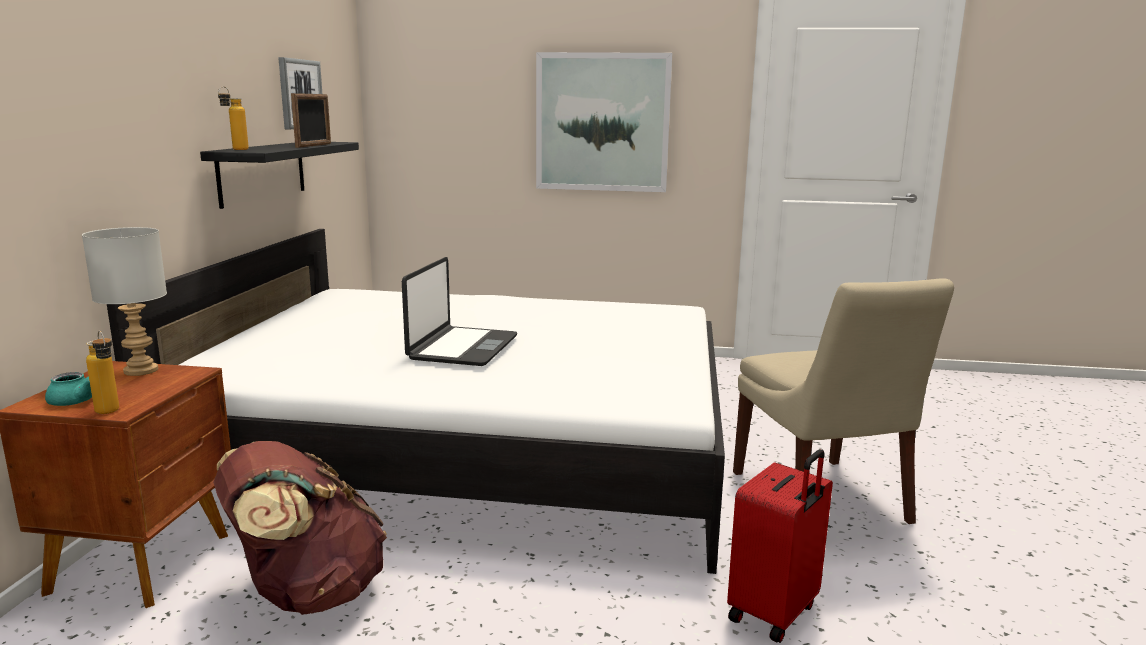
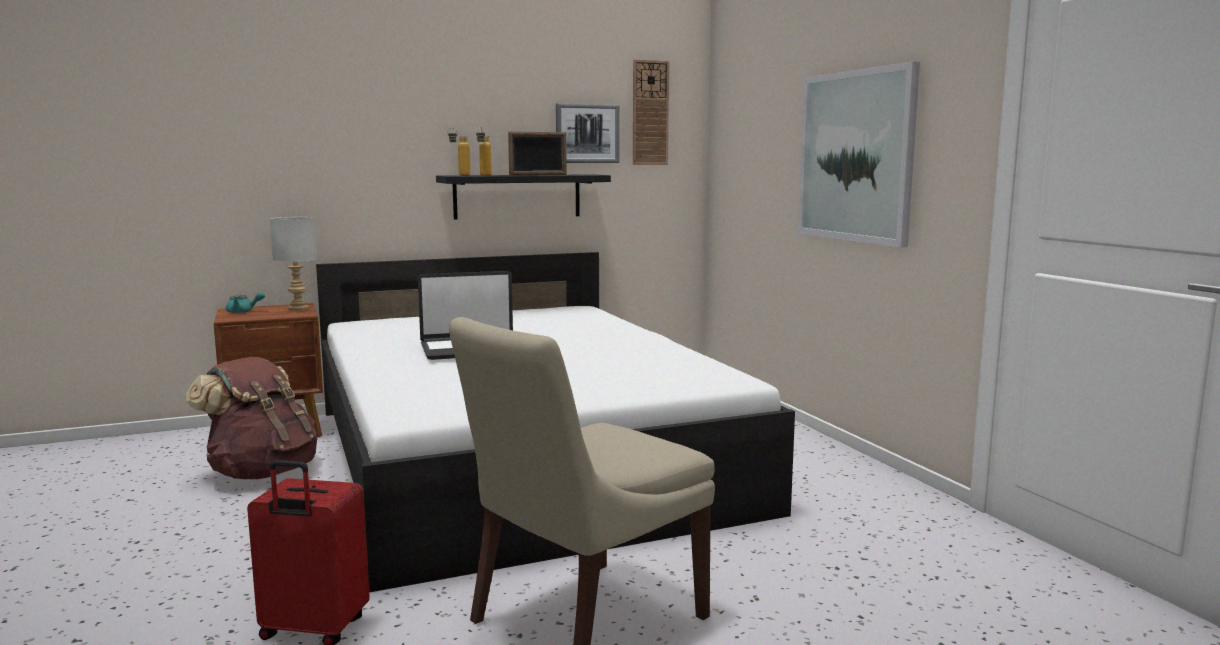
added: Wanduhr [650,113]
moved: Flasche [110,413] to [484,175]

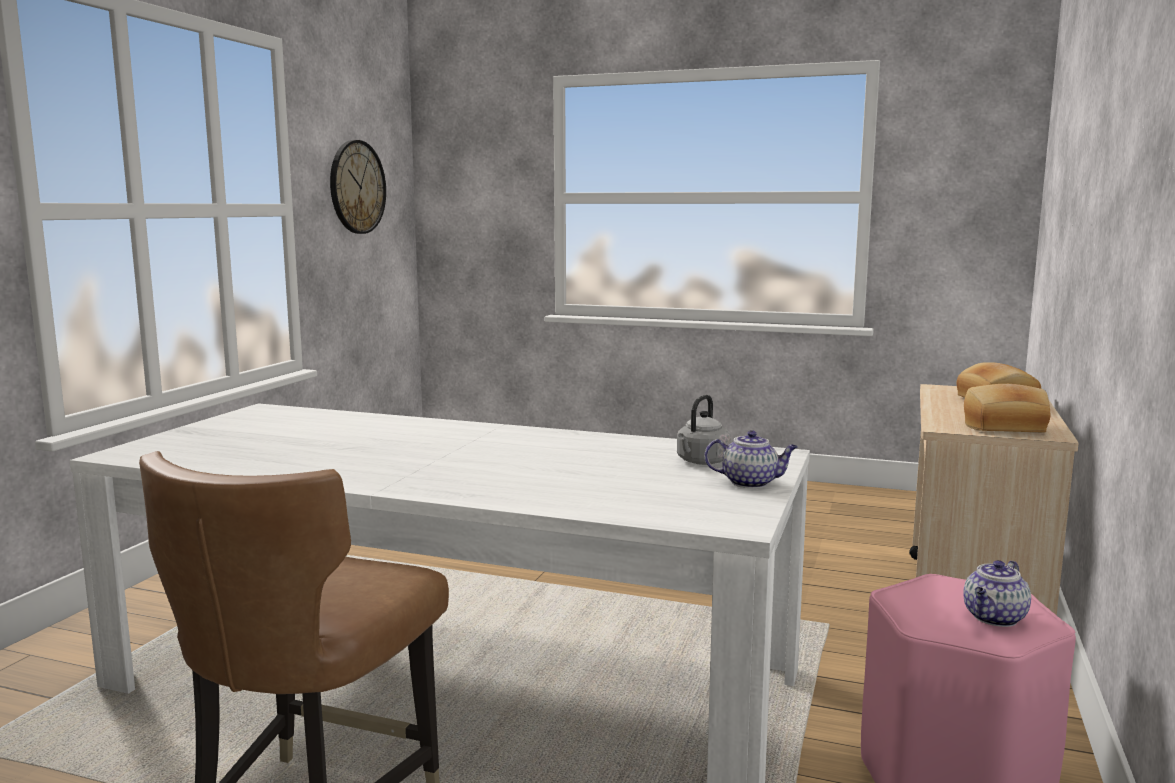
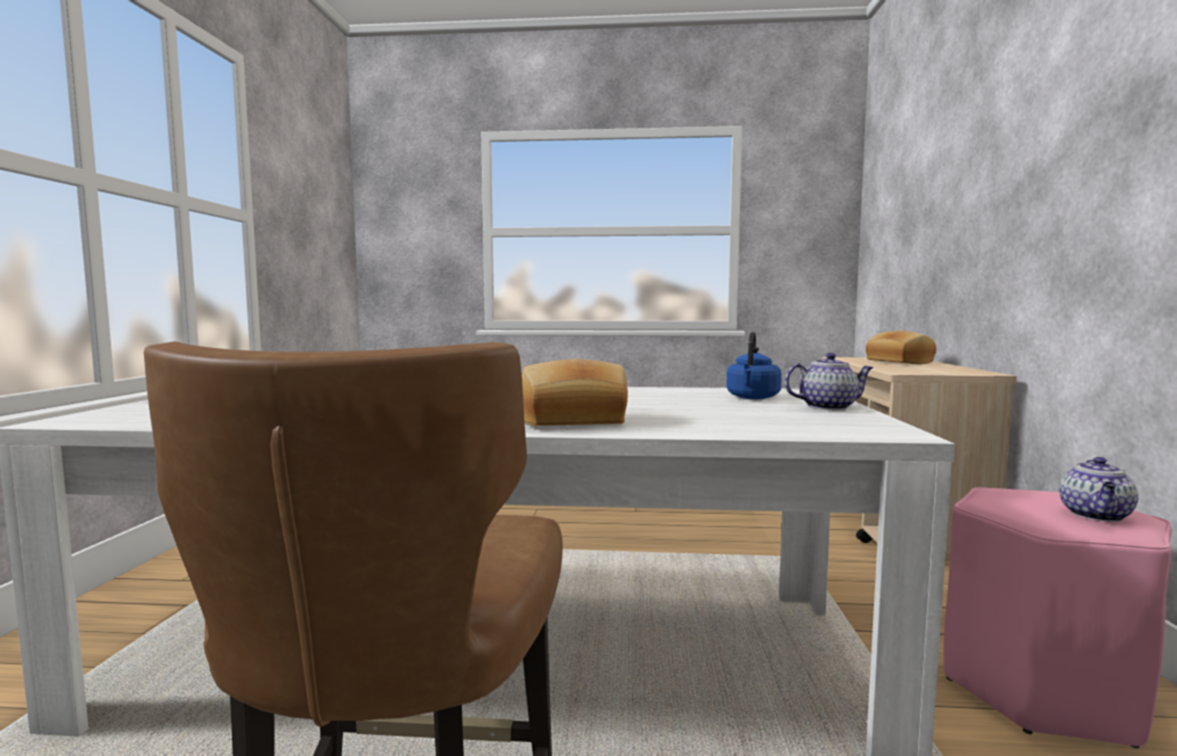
removed: Wanduhr [357,187]
moved: Brot [1004,427] to [574,421]
recoloured: Wasserkessel (grau) [701,462] to Wasserkessel (blau) [752,398]

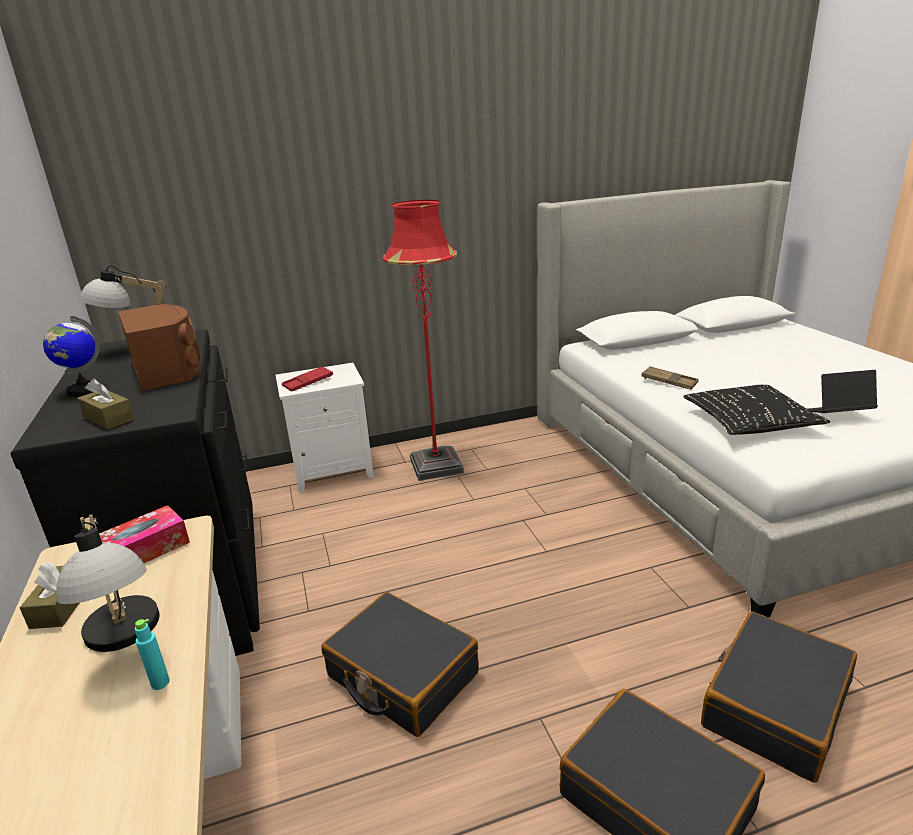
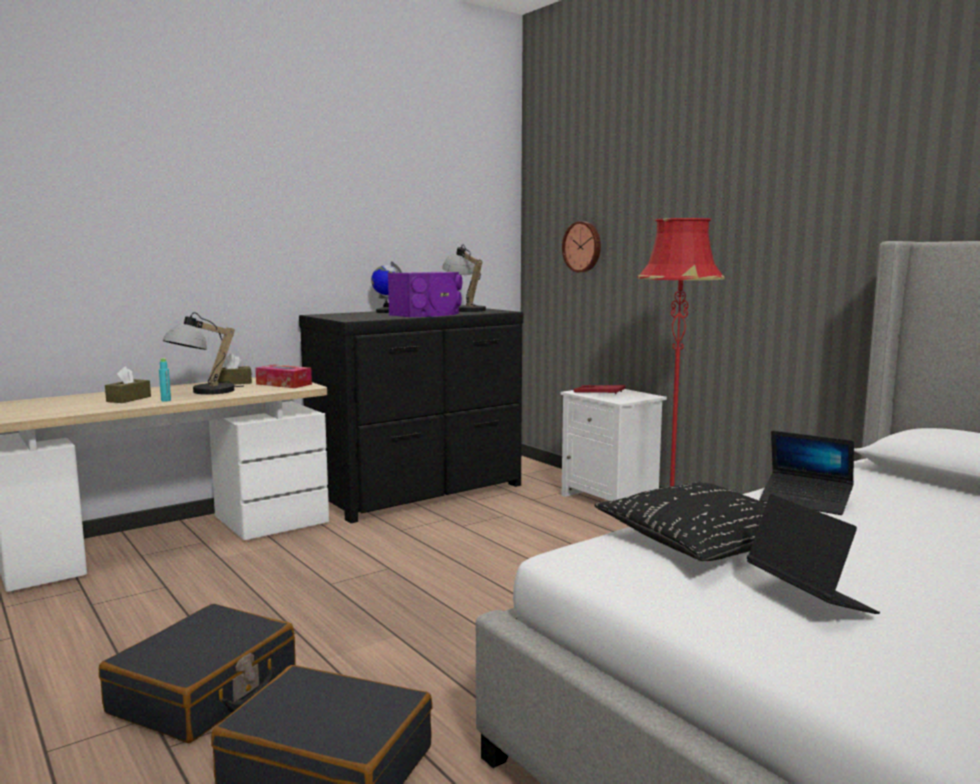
removed: Koffer (schwarz) [402,675]
added: Wanduhr [583,247]
moved: Taschentuchbox (braun) [109,418] to [129,399]
replaced: Tablett (braun) [669,382] to Laptop [805,501]
recoloured: Lautsprecher (braun) [168,370] to Lautsprecher (lila) [428,314]

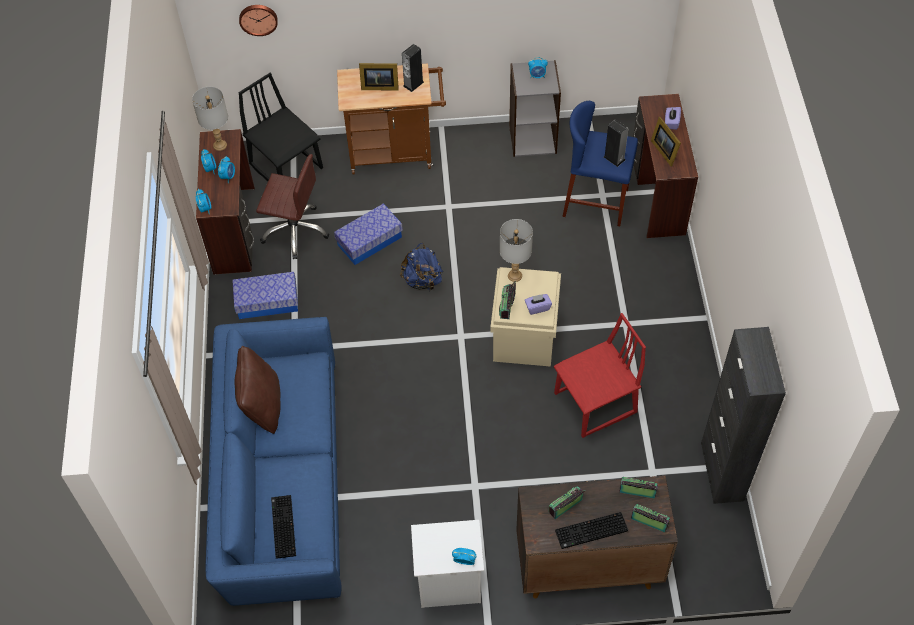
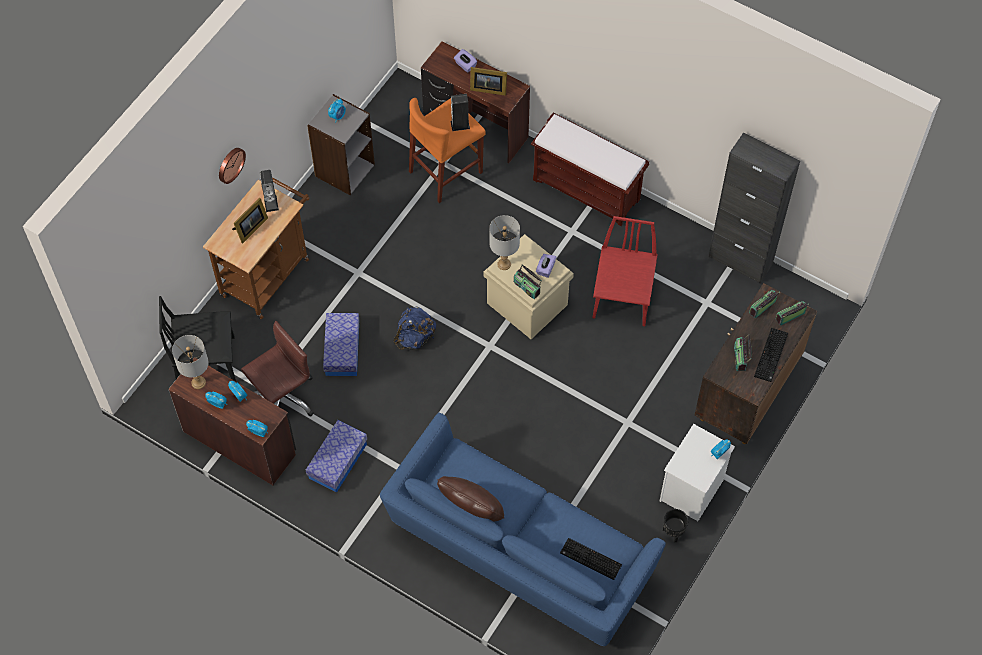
added: Bank (braun) [587,189]; Pflanzkübel (schwarz) [673,532]
moved: Wanduhr [258,18] to [230,164]
recoloured: Hocker (blau) [595,202] to Hocker (orange) [446,172]

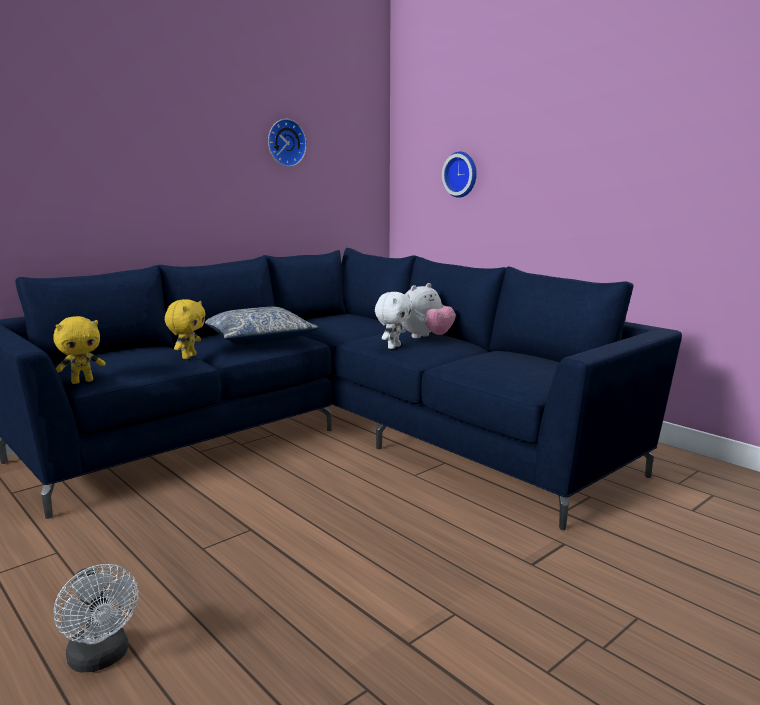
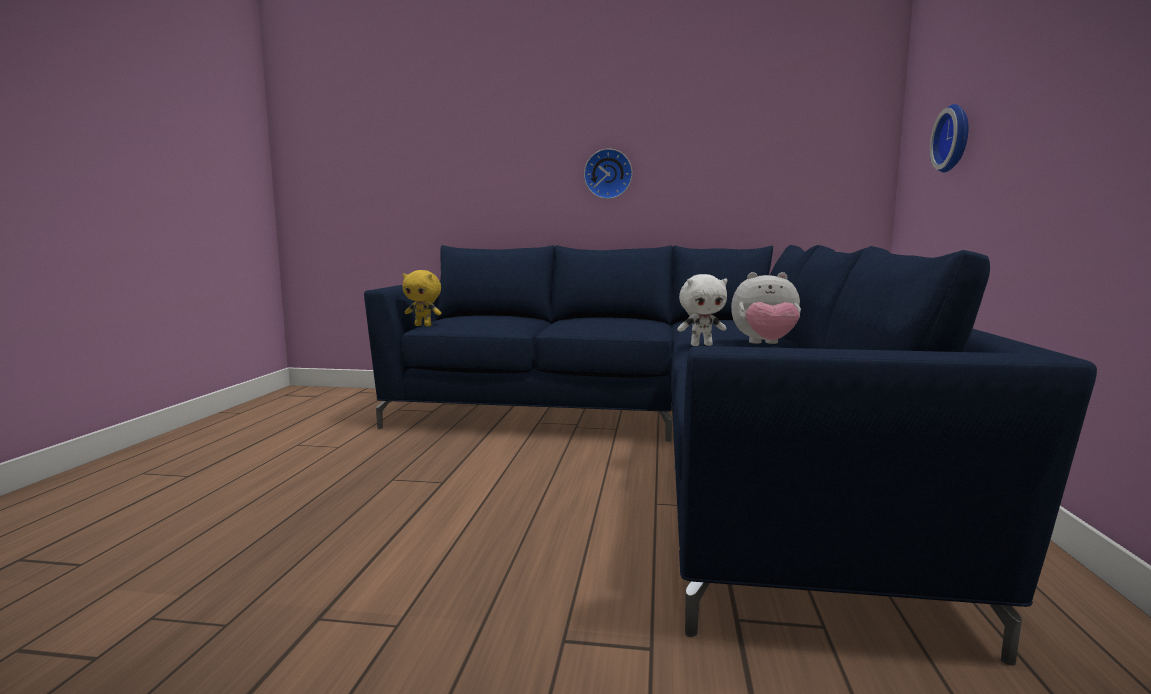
removed: Ventilator (weiß) [101,659]; Plüschtier (gelb) [188,357]; Kissen [259,338]
moved: Wanduhr [285,143] to [608,174]

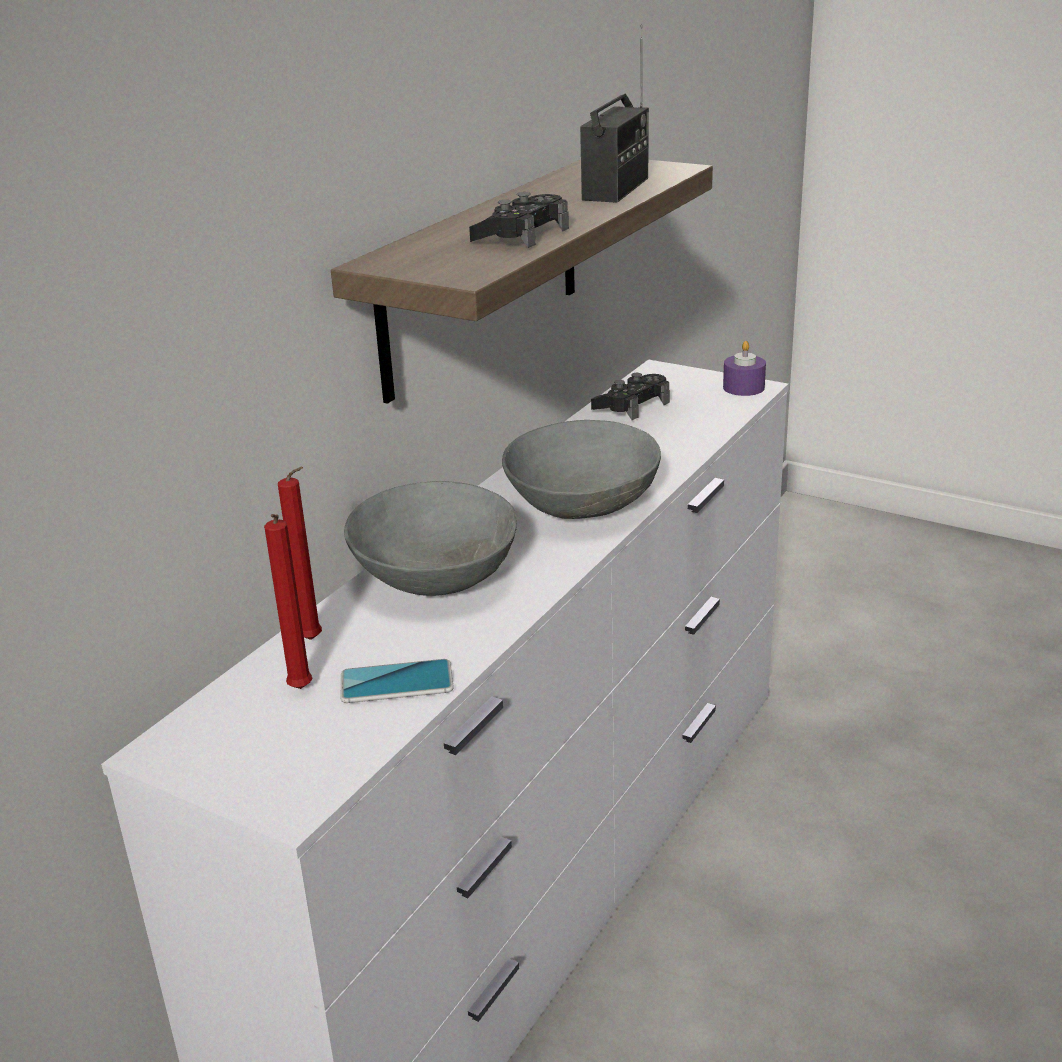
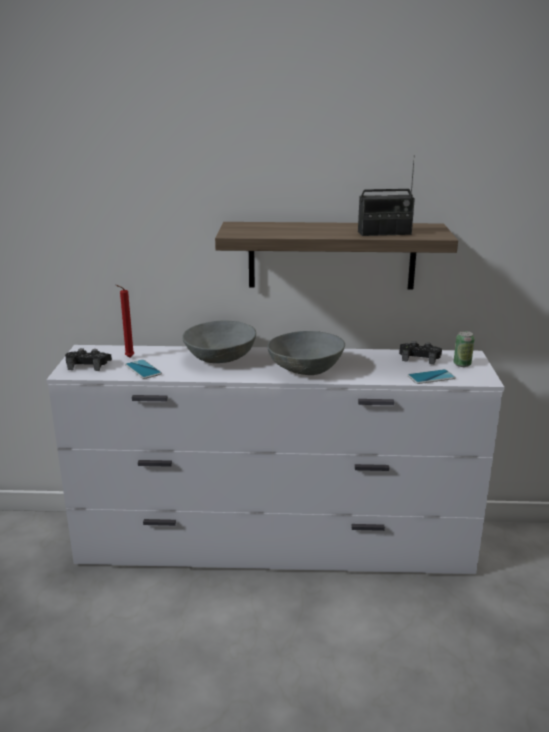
removed: Kerze (rot) [314,641]; Kerze (lila) [743,387]
added: Handy [431,377]; Dose [462,364]
moved: Gamepad (schwarz) [521,235] to [88,365]

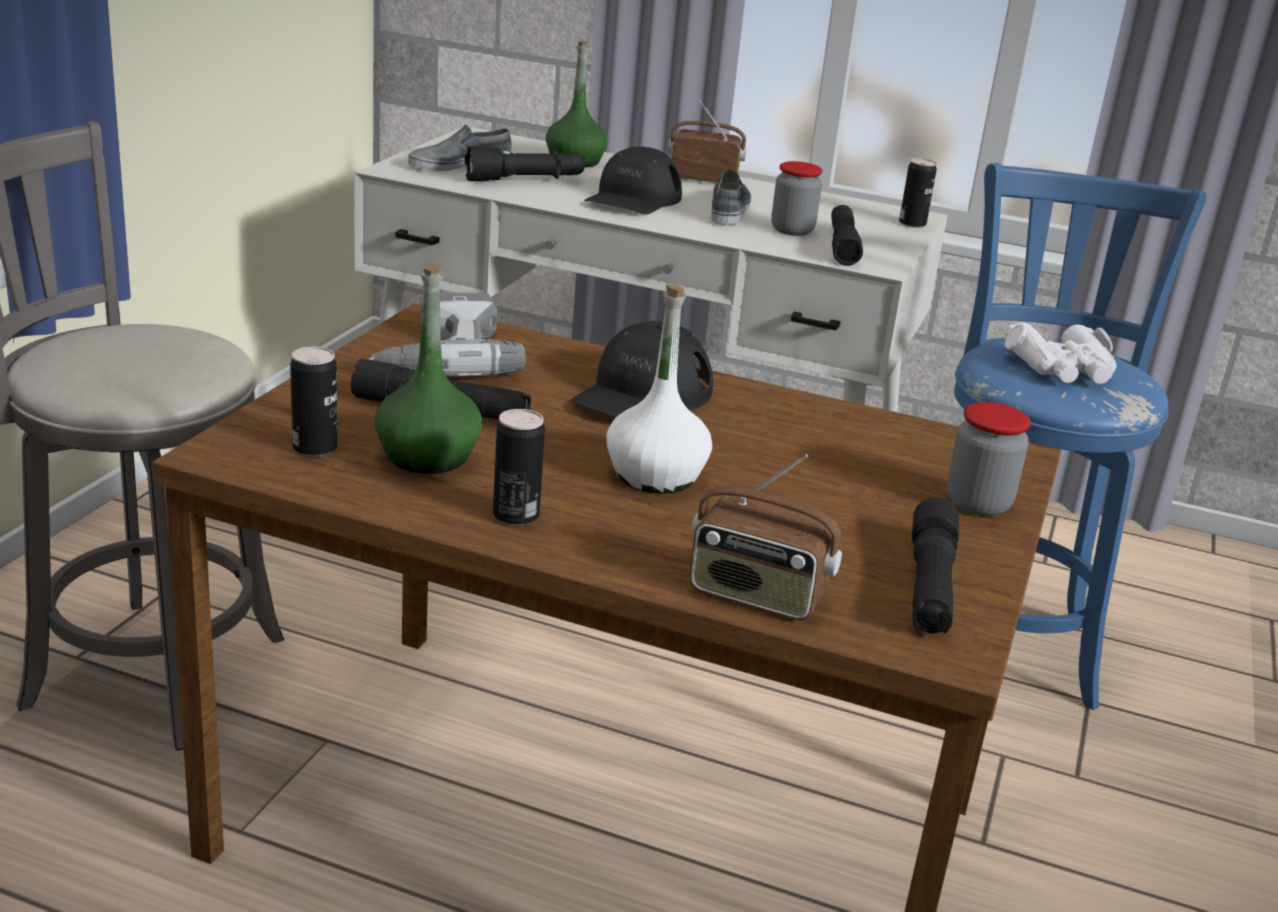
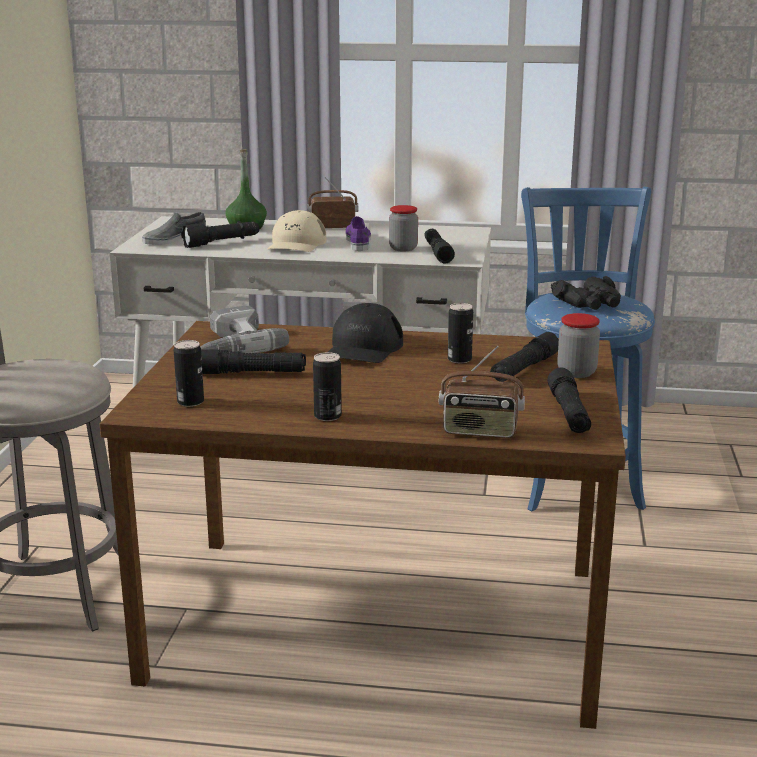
removed: Flasche (grün) [427,457]; Flasche (weiß) [656,475]
added: Taschenlampe (schwarz) [524,369]
moved: Dose [912,224] to [459,359]
recoloured: Kappe (schwarz) [633,199] to Kappe (beige) [296,244]; Schuh (grau) [728,210] to Schuh (lila) [358,242]; Fernglas (weiß) [1062,369] to Fernglas (schwarz) [589,303]

